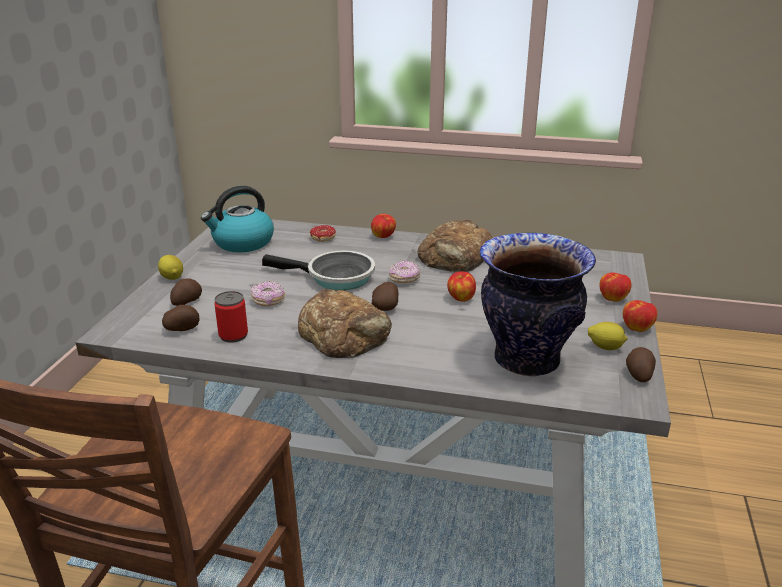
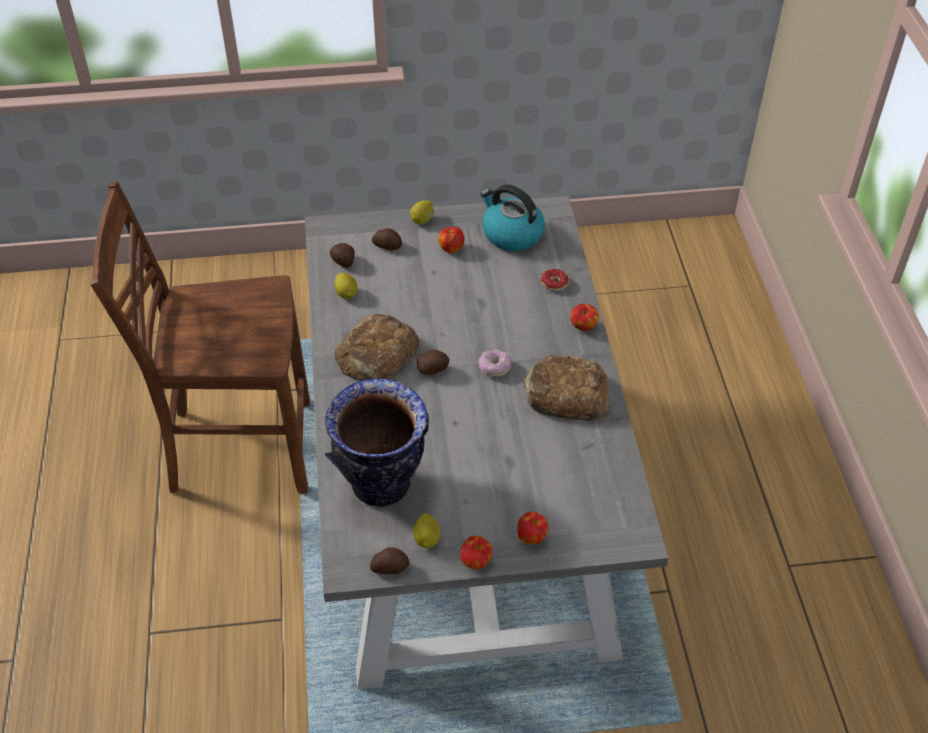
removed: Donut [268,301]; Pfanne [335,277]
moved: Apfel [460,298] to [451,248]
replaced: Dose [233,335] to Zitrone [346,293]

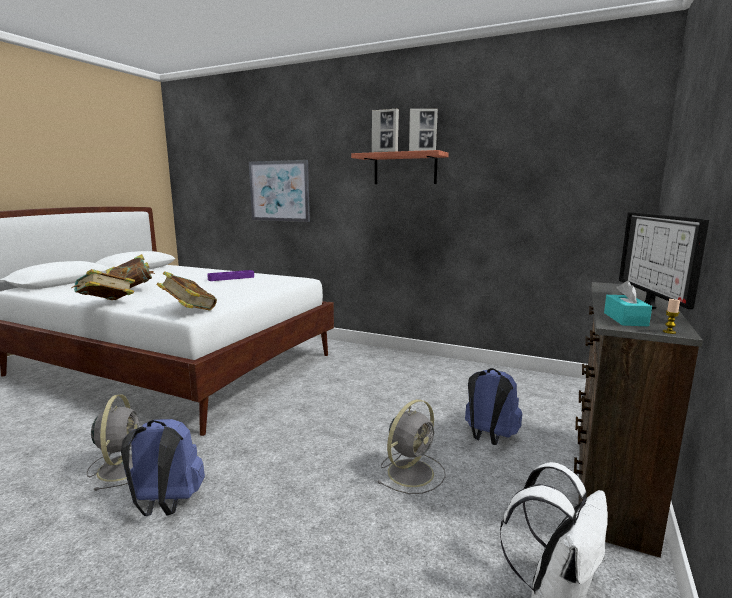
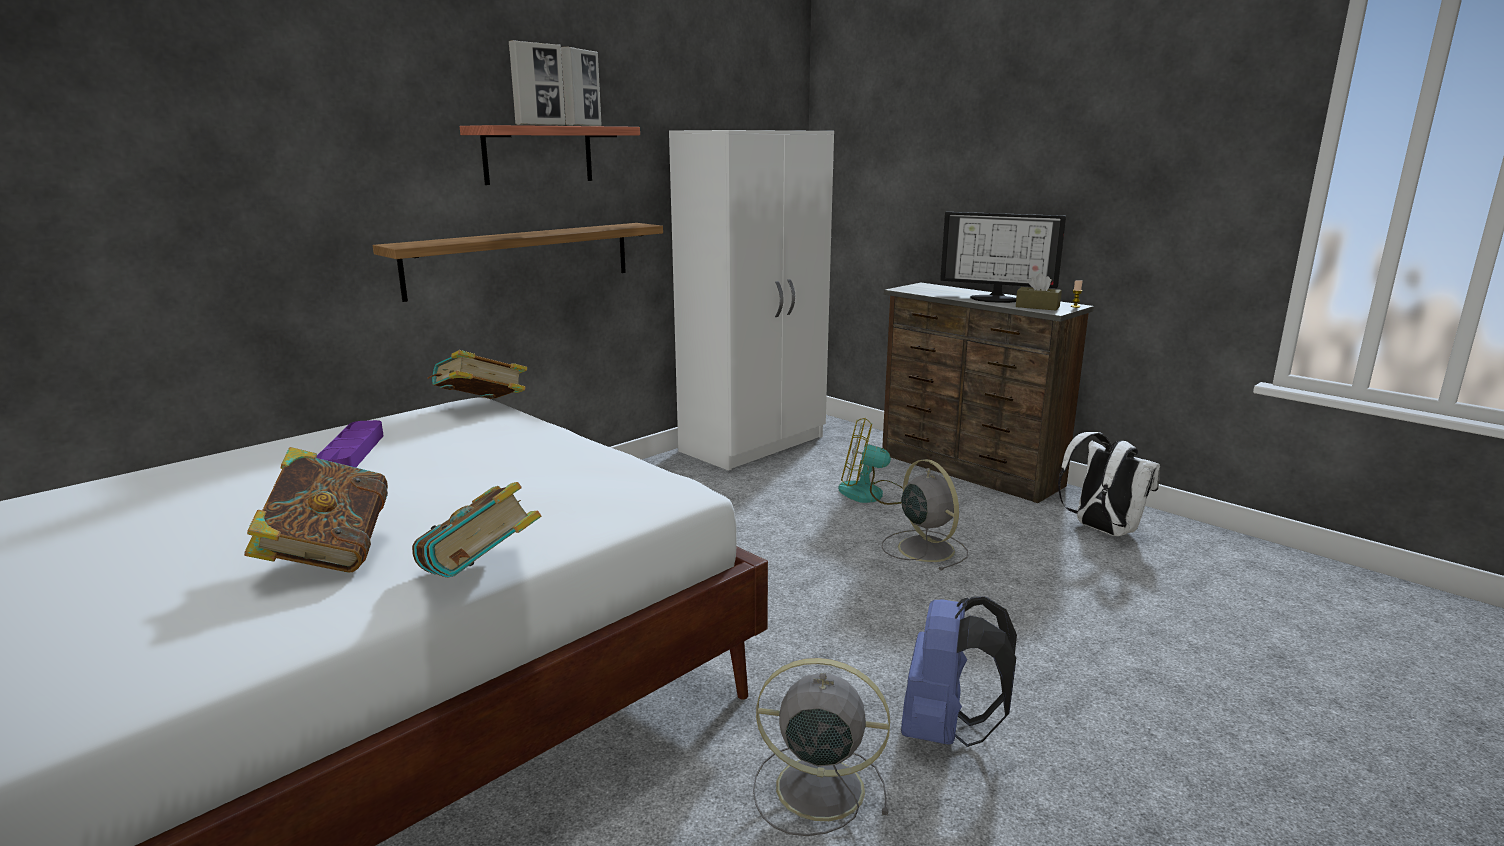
removed: Bild [279,191]
added: Wandregal [522,259]; Kleiderschrank (weiß) [755,444]
moved: Buch [189,311] to [480,407]
replaced: Rucksack (blau) [489,437] to Ventilator [871,494]
recoloured: Taschentuchbox (türkis) [625,319] to Taschentuchbox (braun) [1037,307]

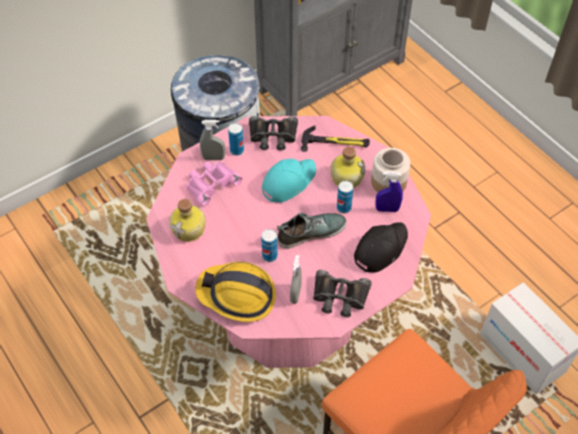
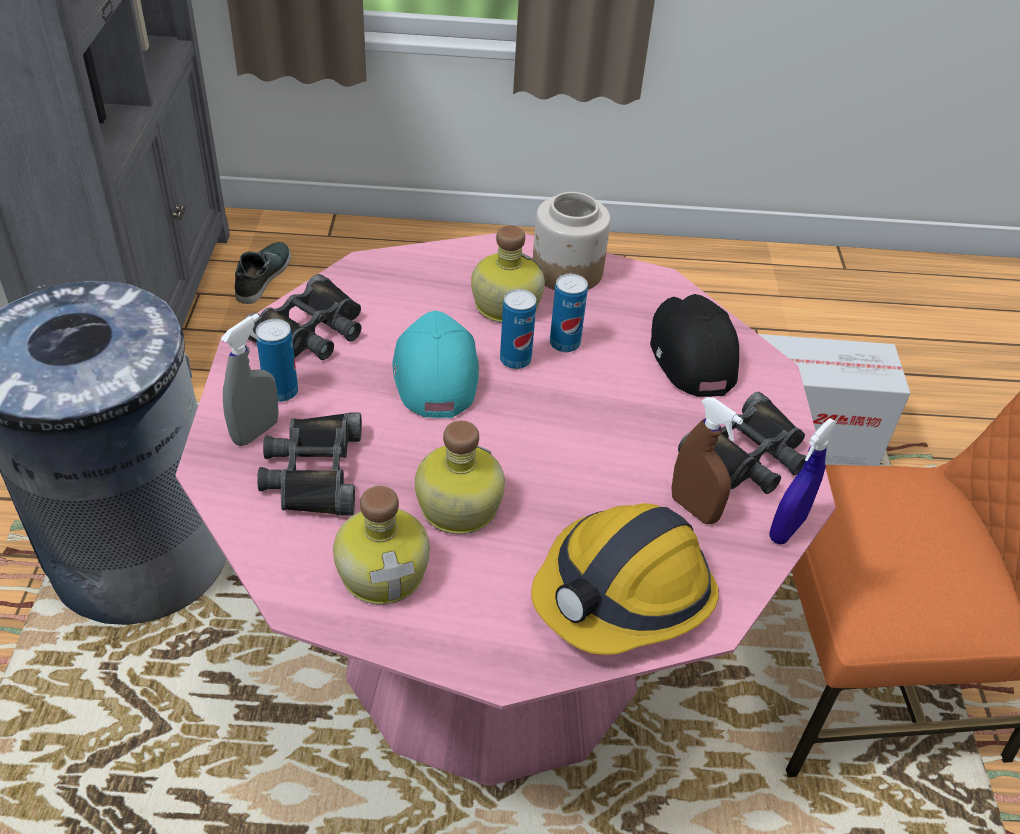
removed: Hammer [335,142]
added: Flasche [456,507]
moved: Dose [269,256] to [515,360]; Schuh [311,232] to [262,277]; Sprühflasche (blau) [387,209] to [787,529]
recoloured: Fernglas (rosa) [211,184] to Fernglas (schwarz) [313,472]; Sprühflasche (grau) [295,294] to Sprühflasche (braun) [694,509]

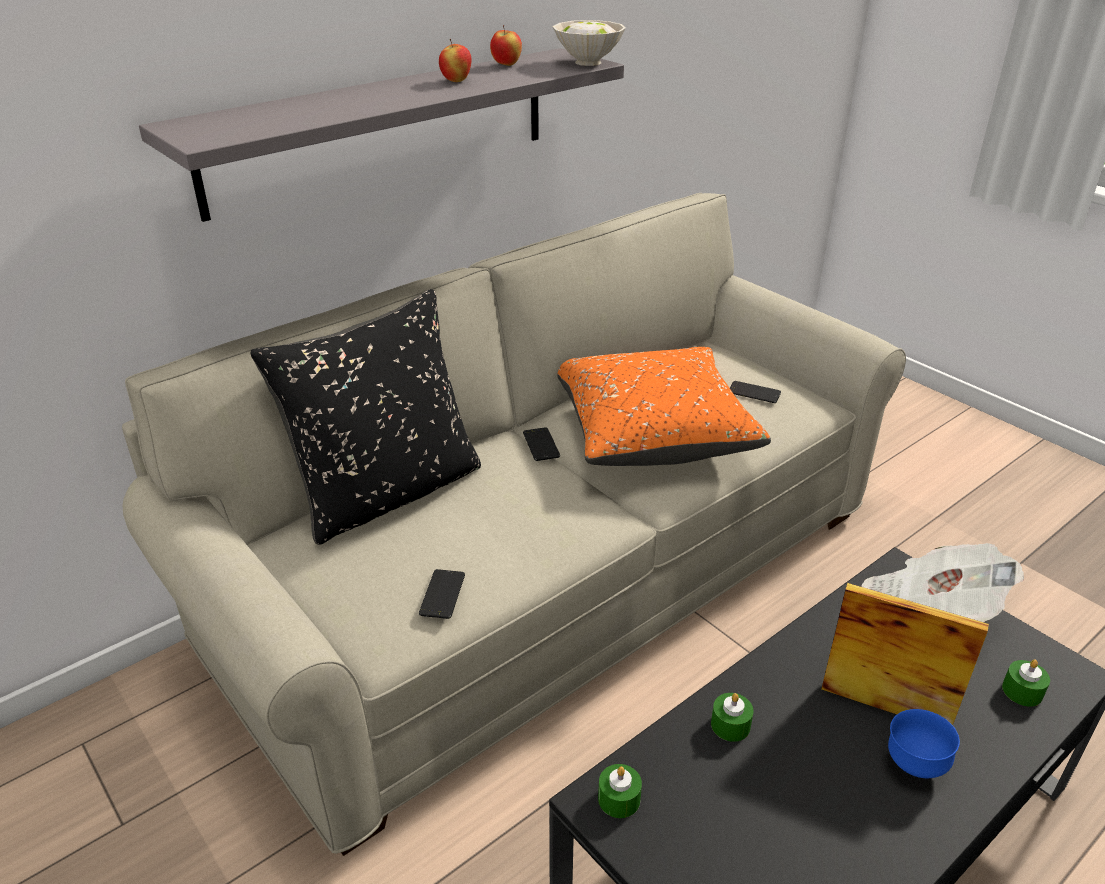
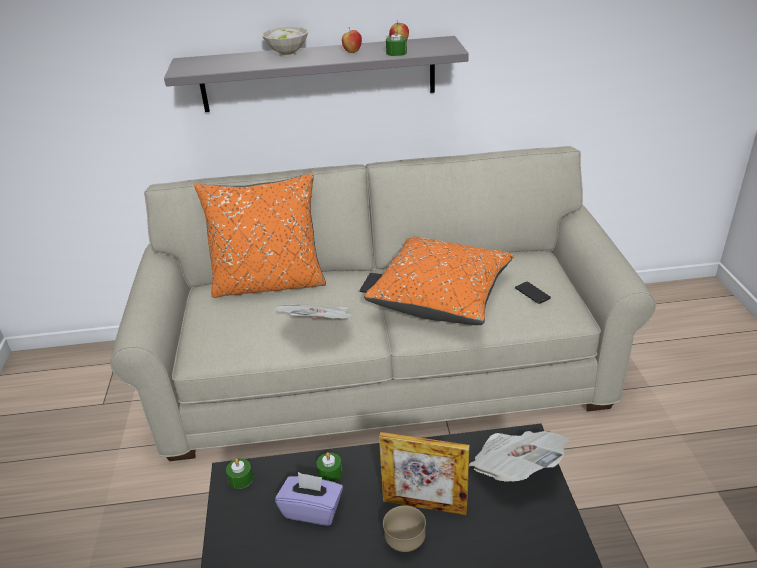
removed: Handy [442,594]
added: Zeitung [319,327]; Taschentuchbox (lila) [312,510]
moved: Schüssel (weiß) [587,62] to [288,54]; Kerze (grün) [1022,691] to [396,53]
recoloured: Kissen (schwarz) [388,493] to Kissen (orange) [269,283]; Schüssel (blau) [914,764] to Schüssel (braun) [405,542]
turned: Bilderrahmen [885,706] = [424,505] 135 degrees clockwise

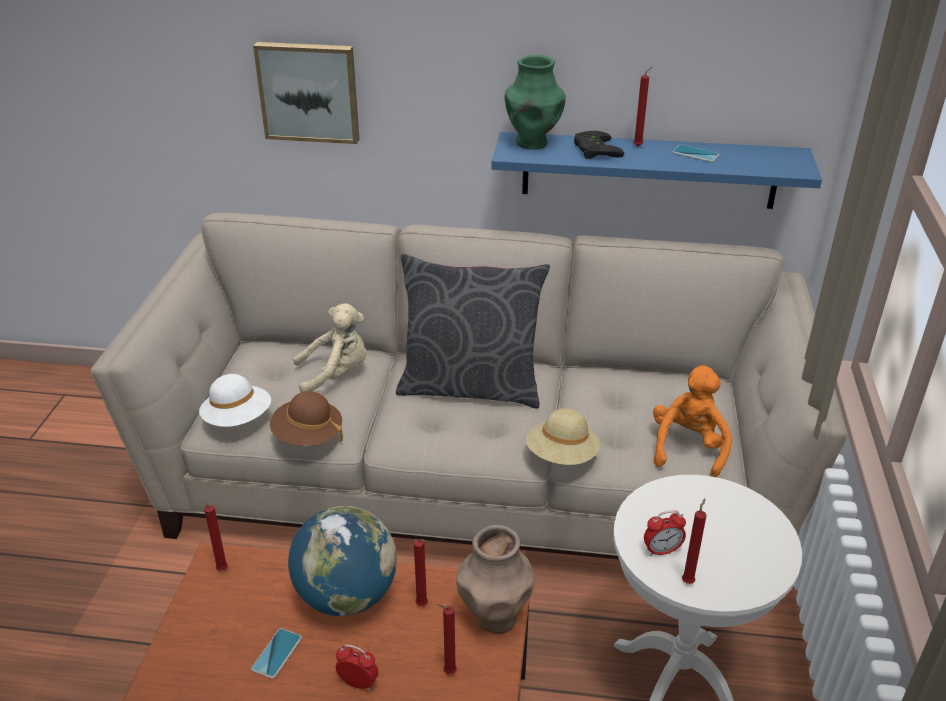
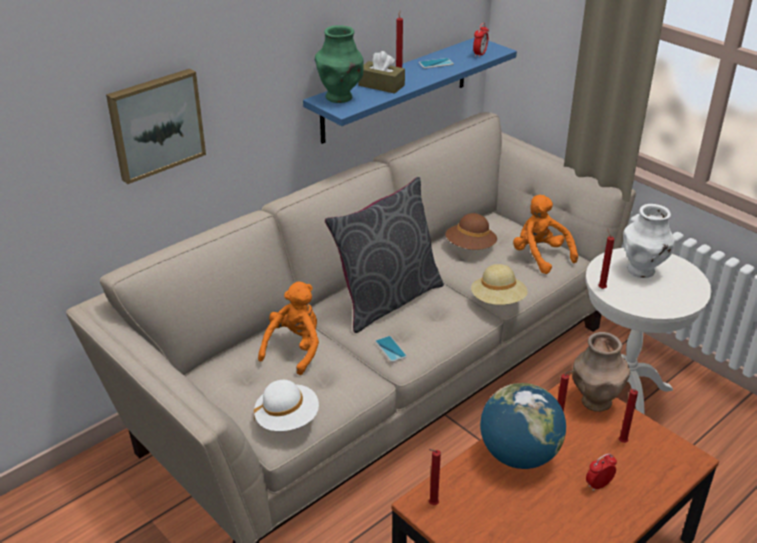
added: Vase (weiß) [641,270]
moved: Handy [277,653] to [390,349]; Hut (braun) [308,436] to [470,247]; Wecker [662,550] to [480,54]; Kerze (rot) [688,581] to [601,288]
replaced: Gamepad (schwarz) [593,150] to Taschentuchbox (braun) [381,85]
recoloured: Plüschtier (beige) [336,374] to Plüschtier (orange) [295,349]

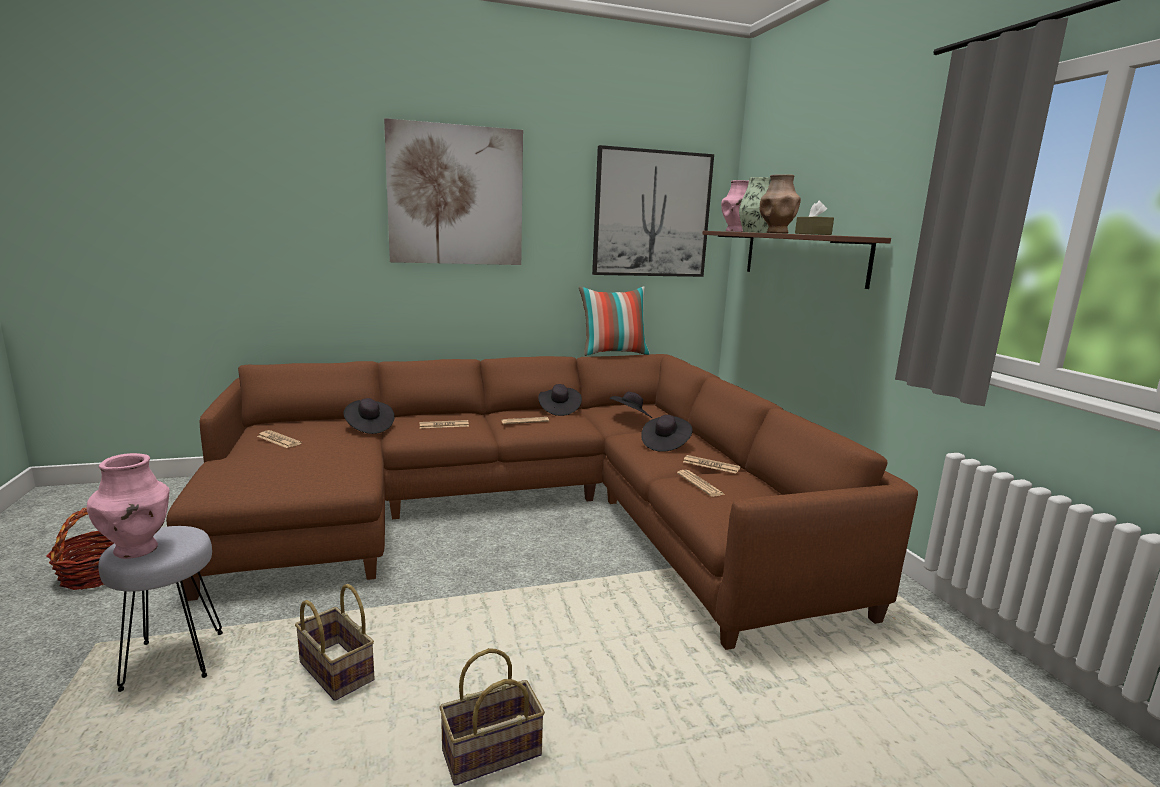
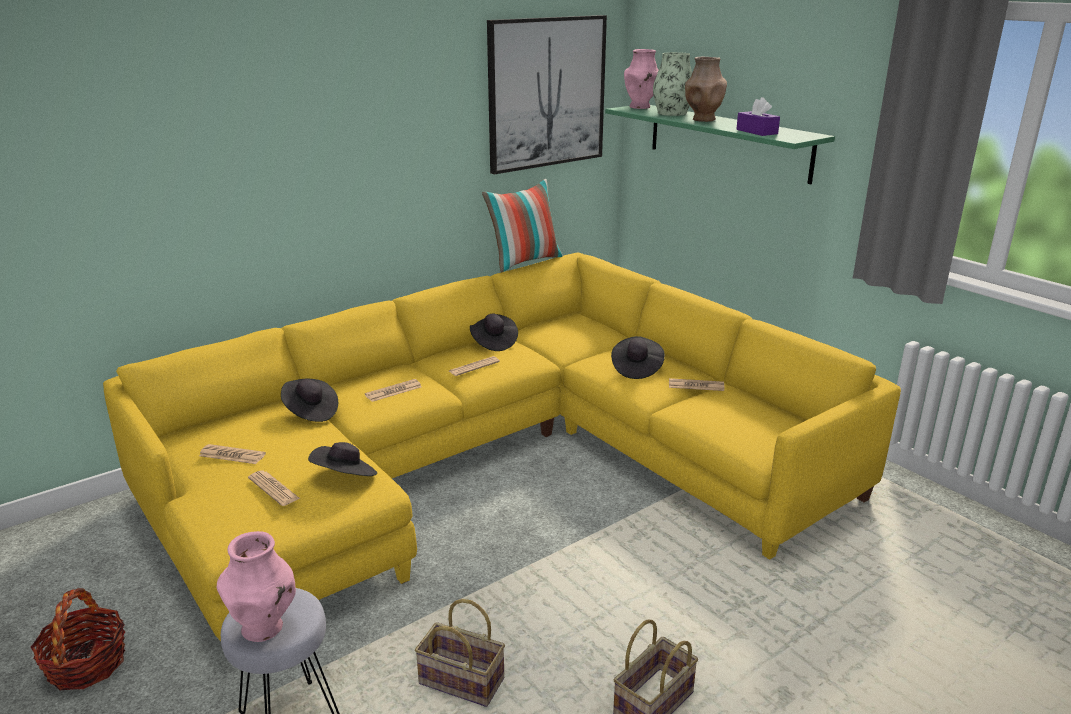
removed: Bild [456,196]
moved: Hut (schwarz) [631,417] to [345,477]; Zeitung [700,484] to [273,488]
recoloured: Sofa (braun) [529,510] to Sofa (gelb) [497,461]; Wandregal (braun) [802,257] to Wandregal (grün) [727,141]; Taschentuchbox (braun) [812,234] to Taschentuchbox (lila) [756,132]

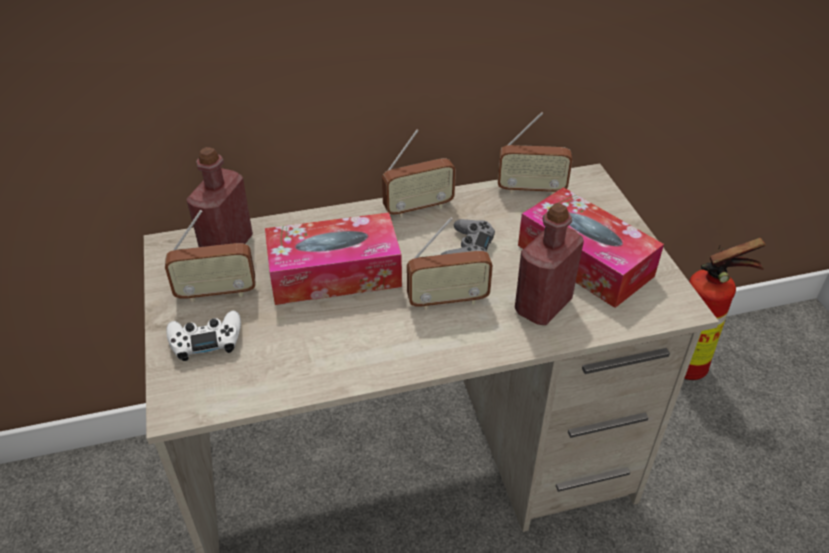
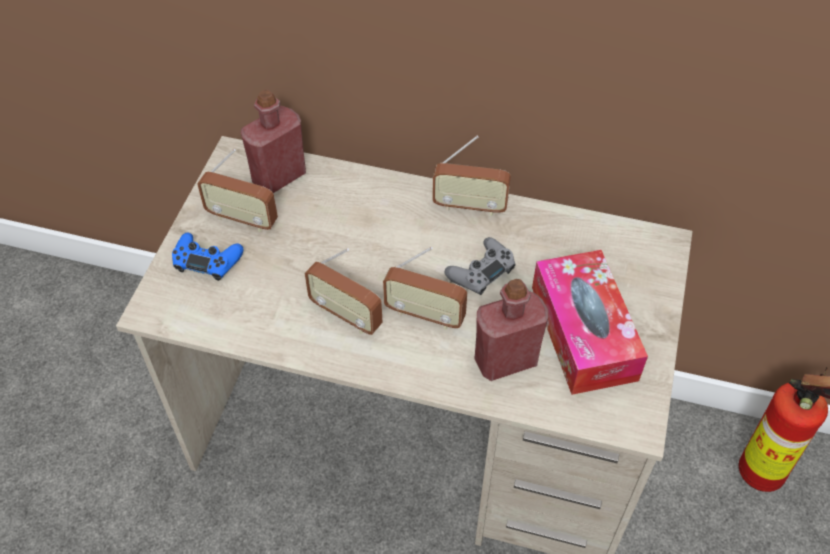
removed: Taschentuchbox [334,273]
moved: Radio [531,190] to [346,315]
recoloured: Gamepad (weiß) [206,340] to Gamepad (blau) [207,261]

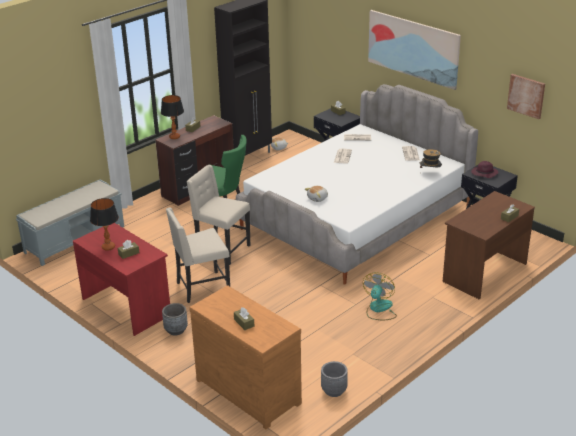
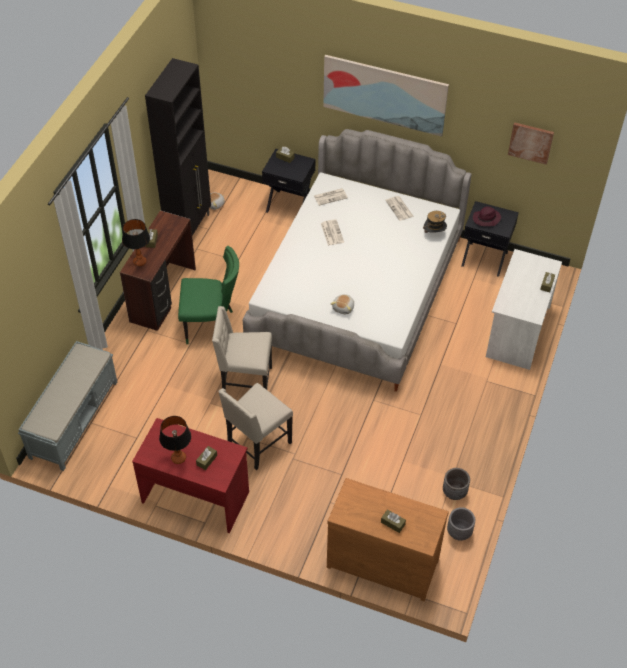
removed: Ventilator [379,309]
moved: Pflanzkübel (grau) [176,330] to [454,492]
recoloured: Schreibtisch (braun) [483,272] to Schreibtisch (weiß) [517,331]

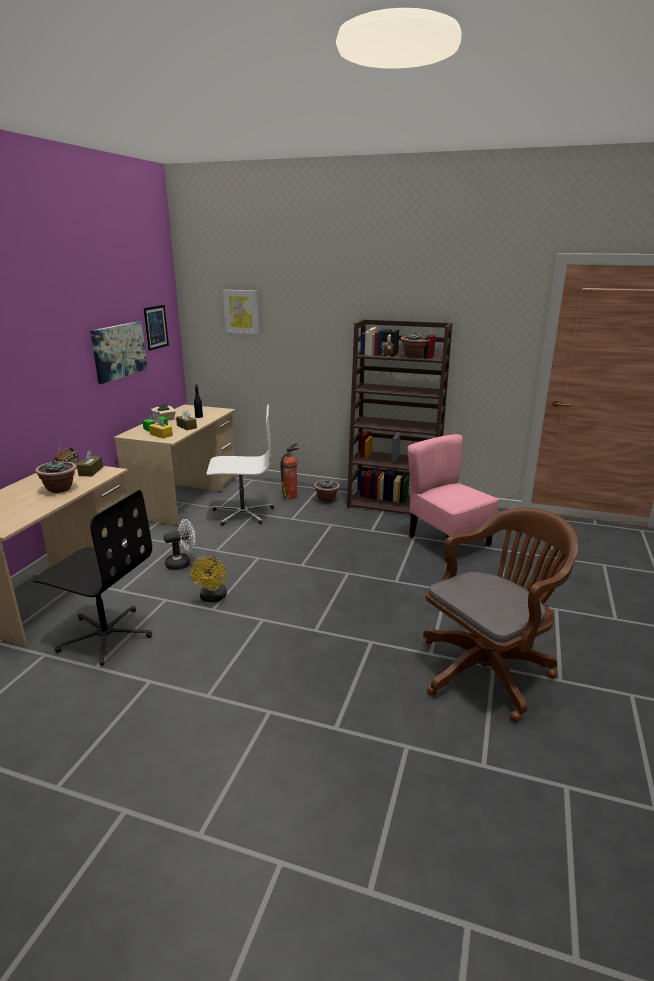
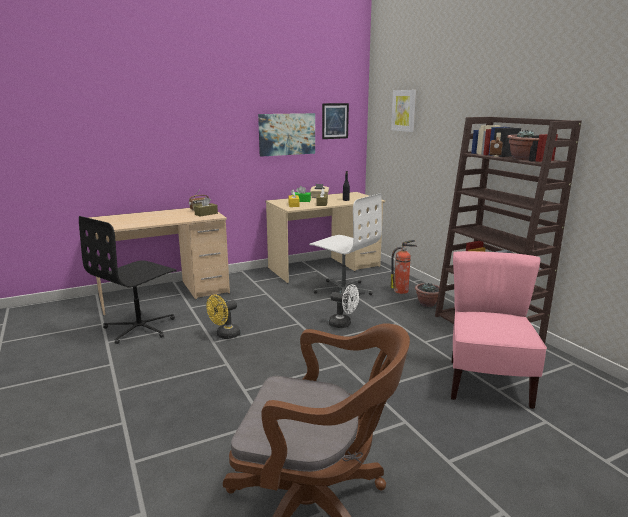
removed: Topfpflanze [60,489]
moved: Ventilator (weiß) [182,563] to [343,324]
turned: Bürostuhl (schwarz) [105,635] = [140,328] 60 degrees clockwise

